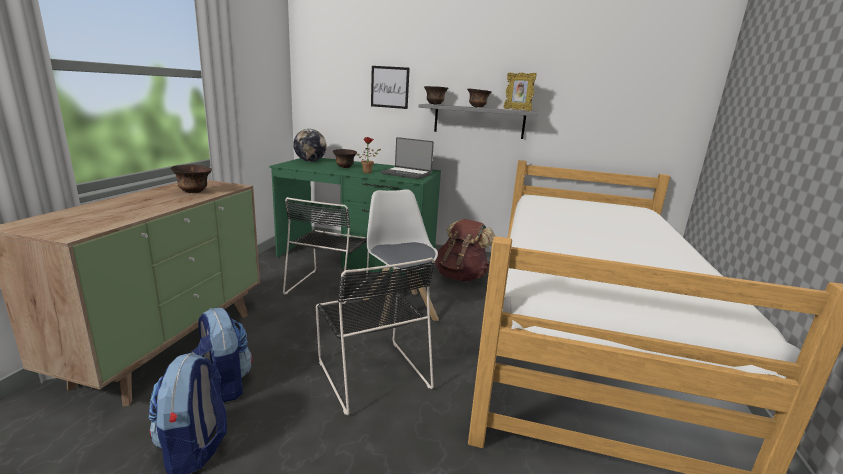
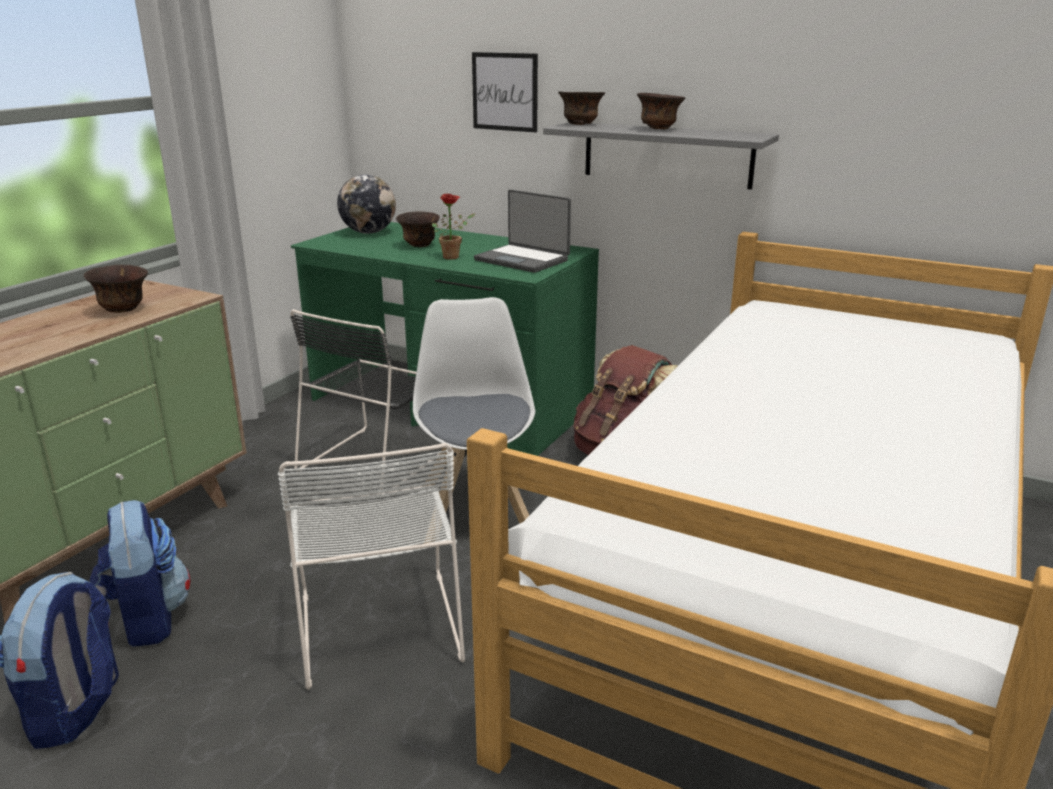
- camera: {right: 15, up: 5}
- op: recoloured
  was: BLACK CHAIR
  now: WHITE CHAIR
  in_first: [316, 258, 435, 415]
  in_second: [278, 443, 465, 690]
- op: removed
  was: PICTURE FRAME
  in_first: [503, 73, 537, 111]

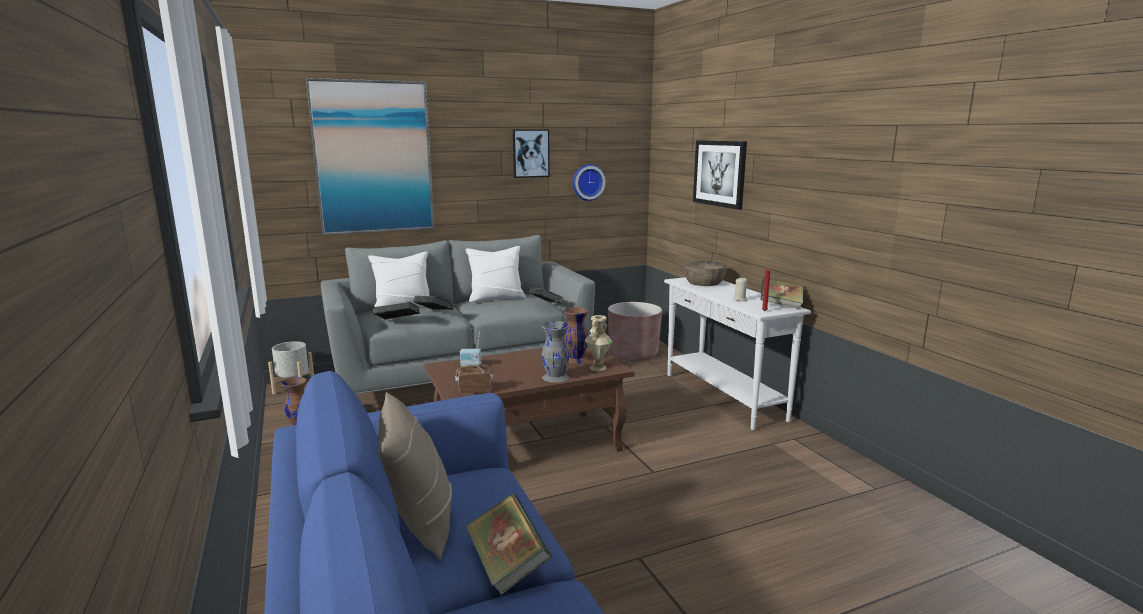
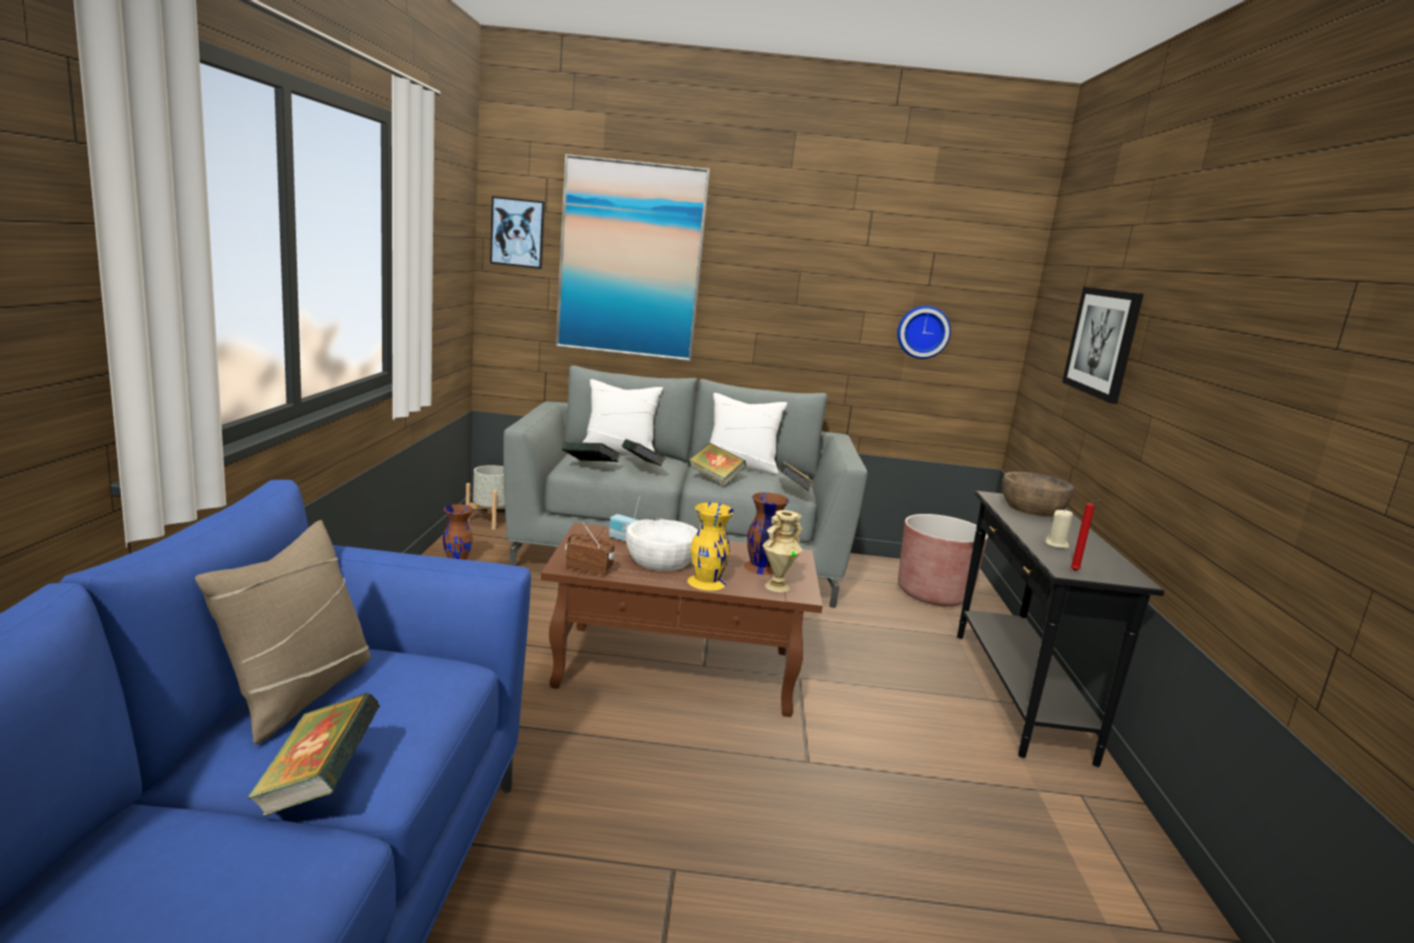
- camera: {right: 25, up: 0}
- op: moved
  was: PICTURE
  in_first: [513, 129, 550, 178]
  in_second: [490, 196, 545, 269]
- op: recoloured
  was: GREY VASE
  now: YELLOW VASE
  in_first: [542, 321, 569, 383]
  in_second: [687, 503, 734, 590]
- op: recoloured
  was: WHITE CONSOLE TABLE
  now: BLACK CONSOLE TABLE
  in_first: [664, 277, 811, 431]
  in_second: [957, 491, 1164, 768]
- op: moved
  was: BOOK
  in_first: [761, 277, 803, 309]
  in_second: [689, 443, 746, 486]
- op: added
  now: WHITE BOWL
  in_second: [626, 519, 698, 571]

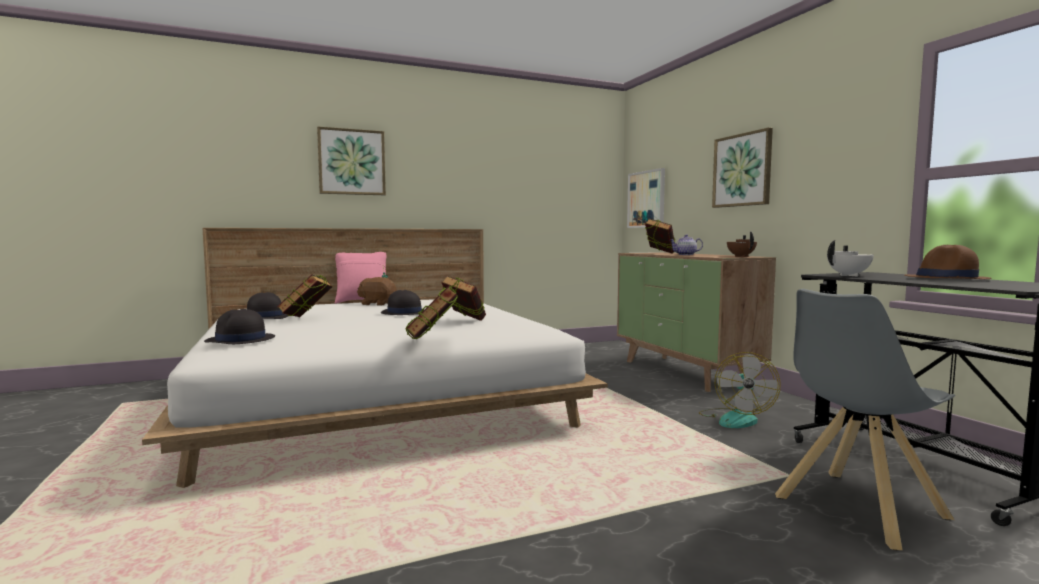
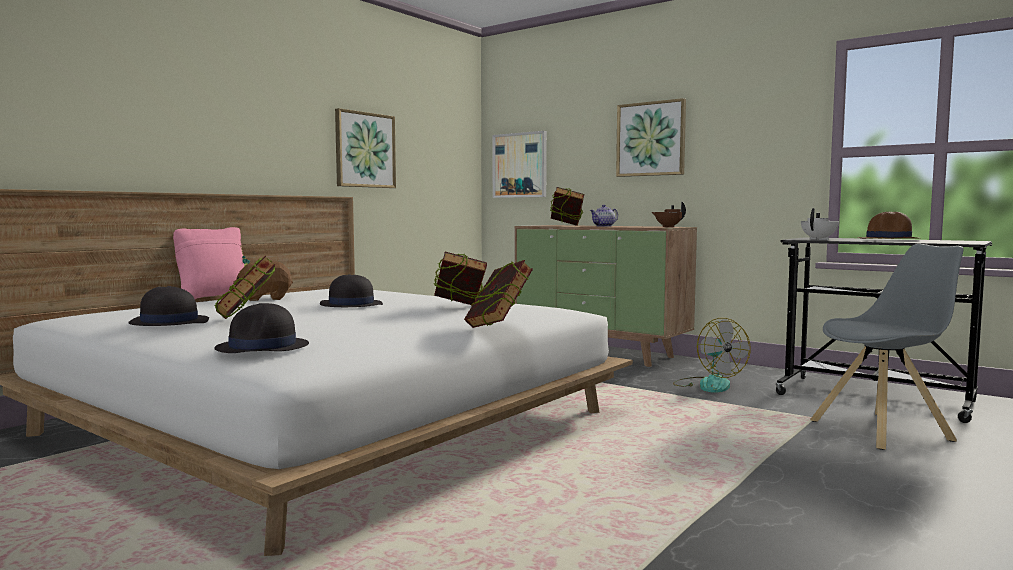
- camera: {right: -30, up: 0}
- op: moved
  was: PICTURE
  in_first: [317, 126, 386, 195]
  in_second: [335, 108, 396, 188]
- op: turned
  was: GREY CHAIR
  in_first: [775, 289, 955, 550]
  in_second: [810, 244, 964, 450]
  clockwise: -135

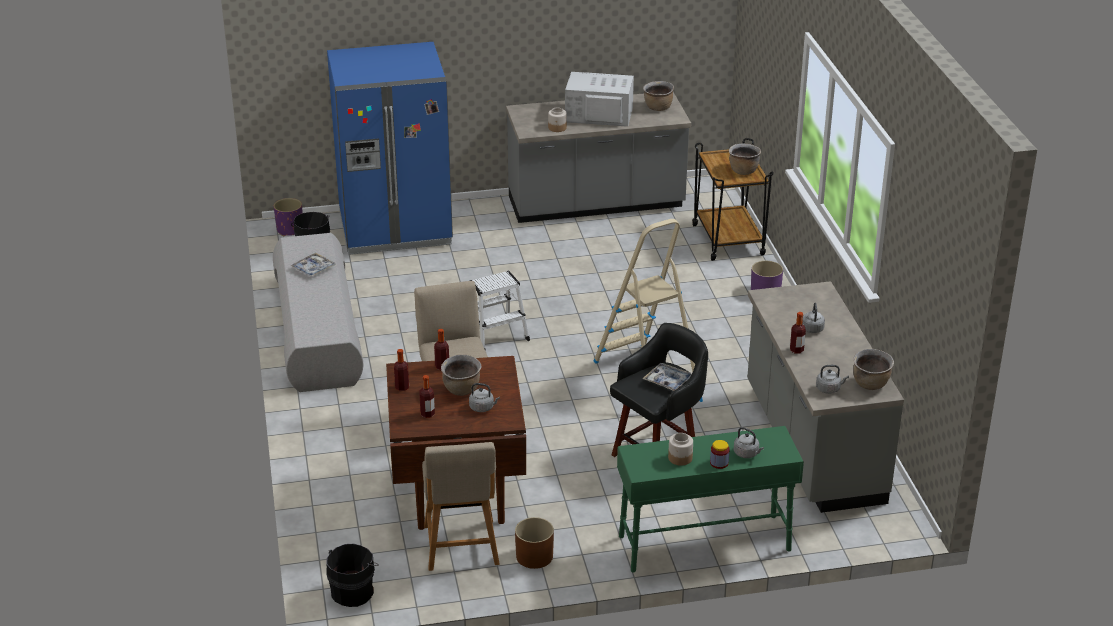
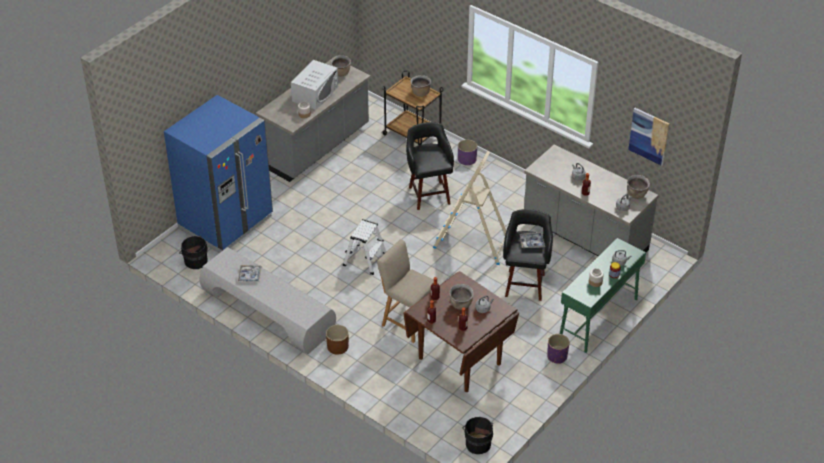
- camera: {right: -40, up: 10}
- op: moved
  was: PURPLE PLANTER
  in_first: [274, 198, 303, 236]
  in_second: [547, 334, 570, 364]
- op: removed
  was: BEIGE CHAIR
  in_first: [422, 442, 499, 571]
- op: moved
  was: BROWN PLANTER
  in_first: [515, 517, 554, 569]
  in_second: [326, 325, 349, 355]
- op: turned
  was: WHITE MICROWAVE
  in_first: [565, 72, 634, 127]
  in_second: [291, 60, 338, 110]
  clockwise: 150
- op: added
  now: BLACK STOOL
  in_second: [406, 122, 454, 210]
- op: added
  now: PICTURE
  in_second: [628, 108, 669, 166]

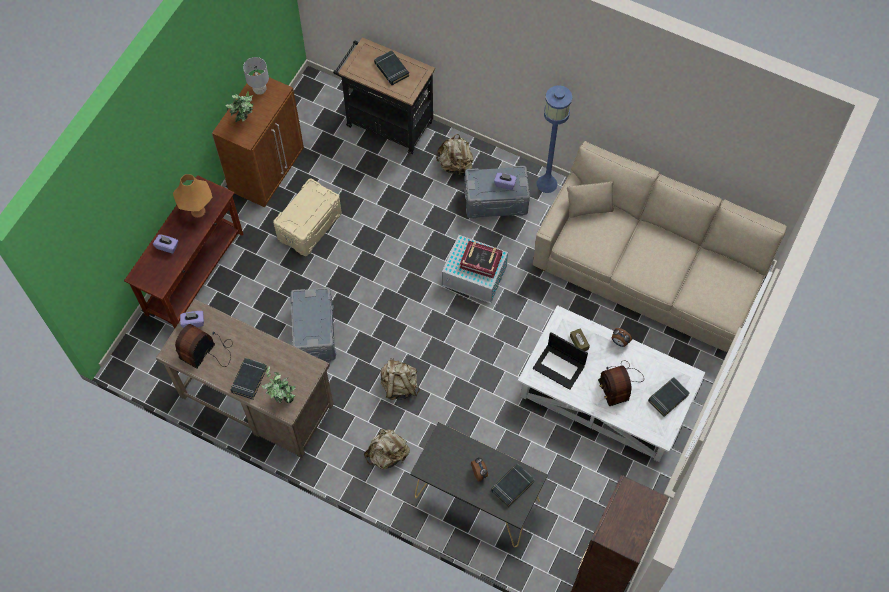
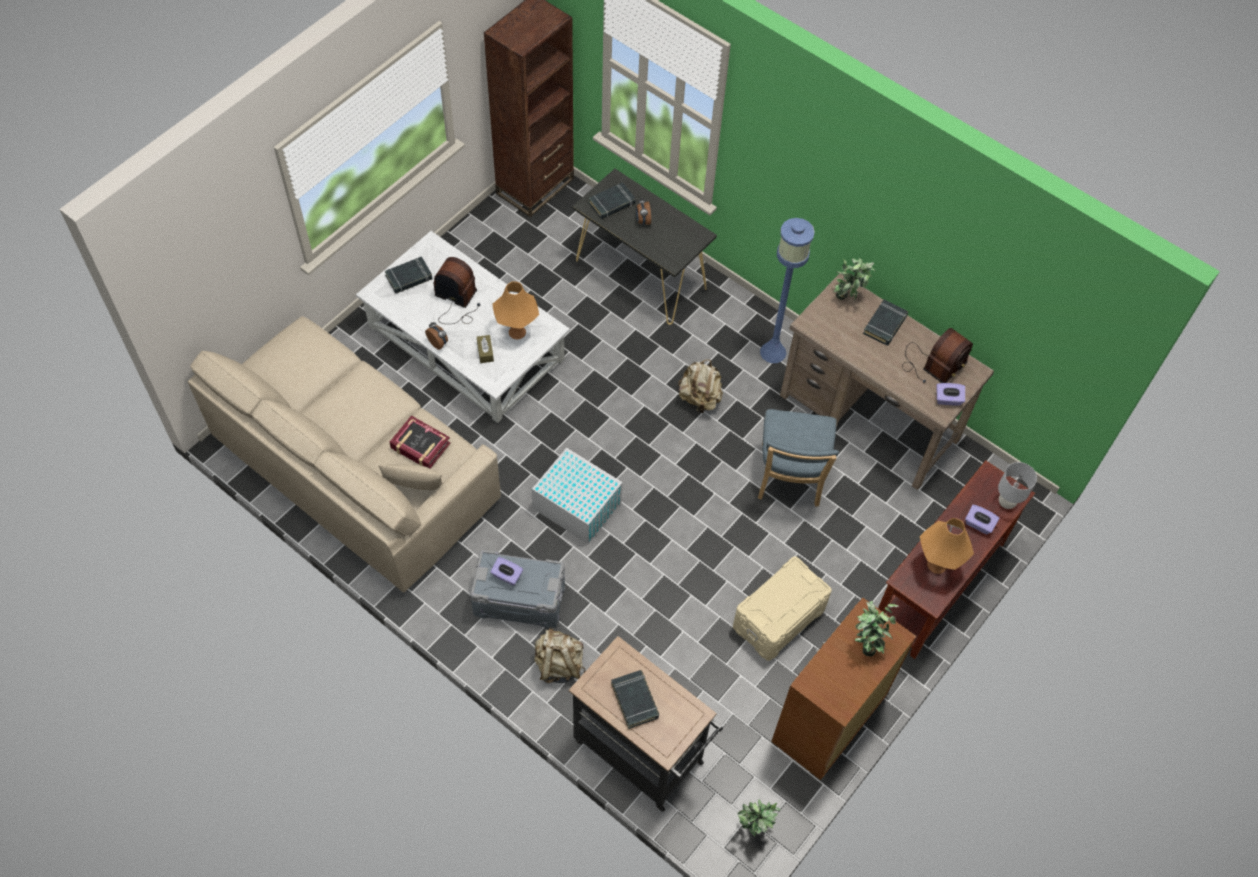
- camera: {right: -170, up: -5}
- op: moved
  was: GREY TABLE LAMP
  in_first: [243, 57, 269, 95]
  in_second: [998, 462, 1037, 509]
- op: replaced
  was: GREY STORAGE BOX
  now: BLUE CHAIR
  in_first: [290, 287, 336, 361]
  in_second: [758, 409, 839, 507]
- op: removed
  was: BEIGE BACKPACK
  in_first: [364, 429, 410, 469]
- op: moved
  was: BOOK
  in_first: [460, 241, 502, 278]
  in_second: [390, 415, 451, 469]
- op: replaced
  was: LAPTOP
  now: ORANGE TABLE LAMP
  in_first: [533, 332, 588, 390]
  in_second: [493, 281, 539, 339]
- op: moved
  was: BLUE FLOOR LAMP
  in_first: [537, 85, 572, 193]
  in_second: [760, 218, 815, 363]
- op: turned
  was: RADIO
  in_first: [598, 361, 644, 406]
  in_second: [433, 257, 480, 324]
  clockwise: -60
- op: added
  now: POTTED PLANT
  in_second: [737, 799, 781, 836]

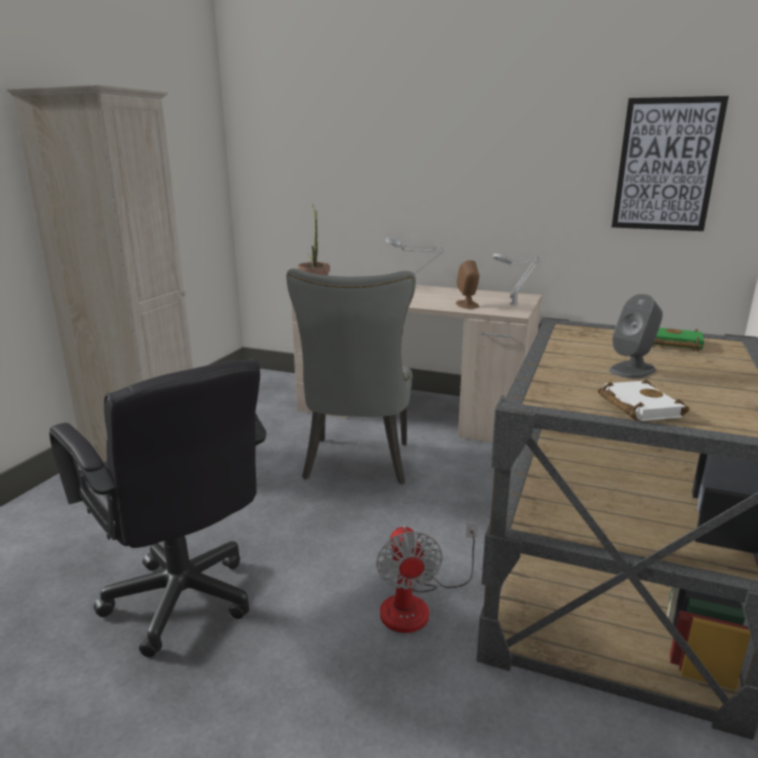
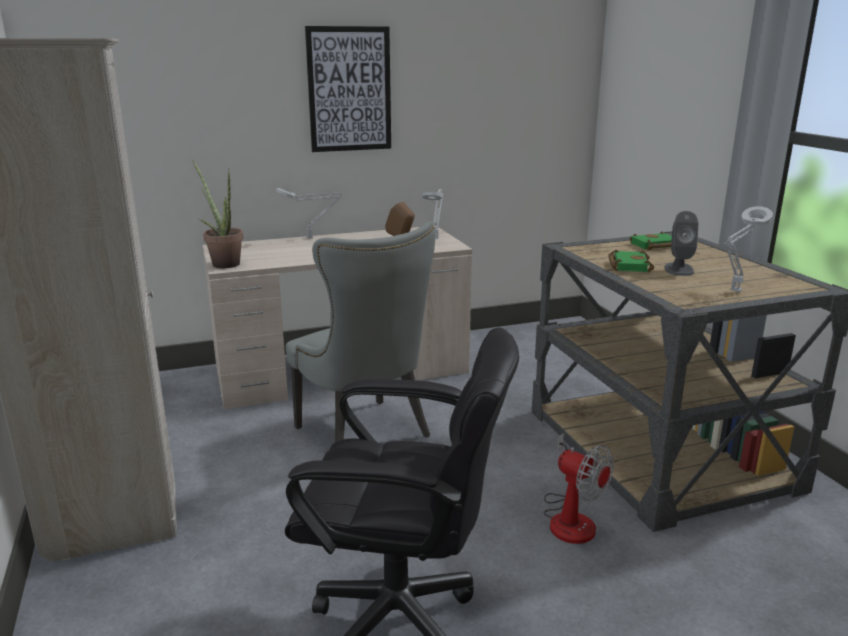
- camera: {right: -40, up: 0}
- op: replaced
  was: WHITE BOOK
  now: GREY TABLE LAMP
  in_first: [598, 380, 689, 421]
  in_second: [724, 206, 773, 292]
- op: moved
  was: PICTURE
  in_first: [612, 96, 729, 231]
  in_second: [305, 26, 391, 152]
- op: added
  now: GREEN BOOK
  in_second: [608, 250, 654, 272]

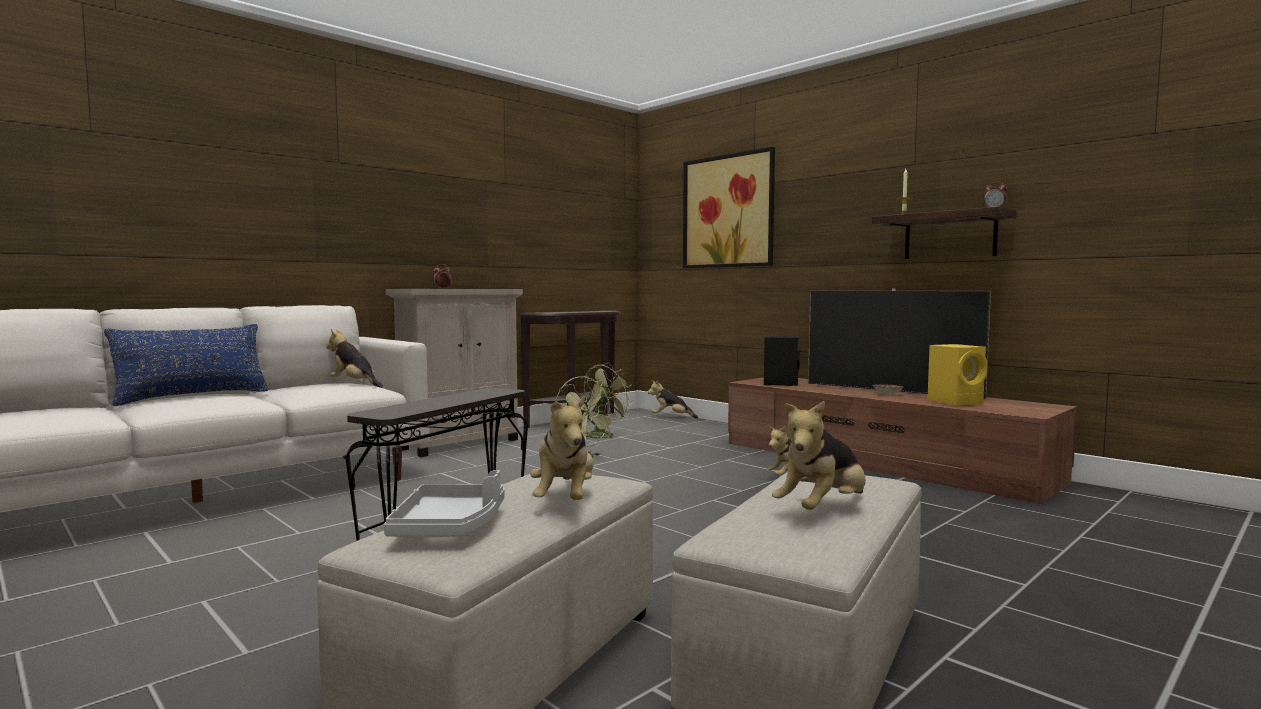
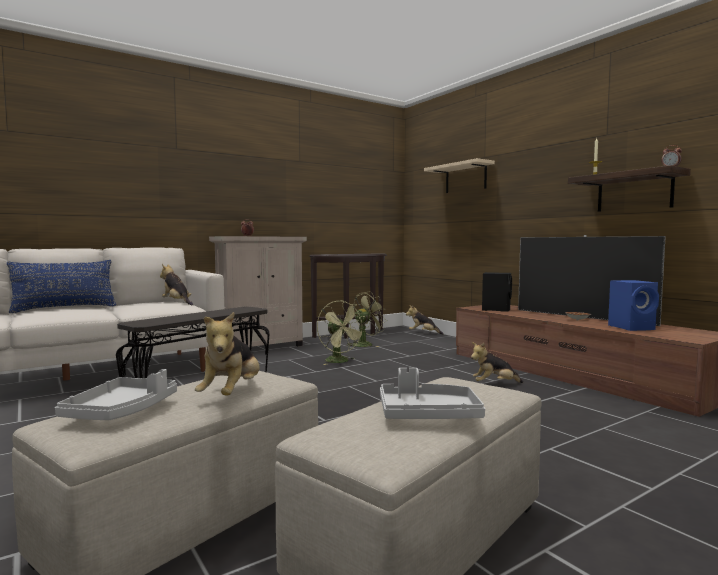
- camera: {right: 10, up: 0}
- op: replaced
  was: PICTURE
  now: BEIGE SHELF
  in_first: [683, 147, 775, 268]
  in_second: [424, 158, 495, 193]
- op: replaced
  was: PLUSH TOY
  now: GREY TRAY
  in_first: [772, 400, 866, 510]
  in_second: [380, 368, 485, 419]
- op: recoloured
  was: YELLOW SPEAKER
  now: BLUE SPEAKER
  in_first: [927, 344, 988, 406]
  in_second: [608, 280, 659, 331]

